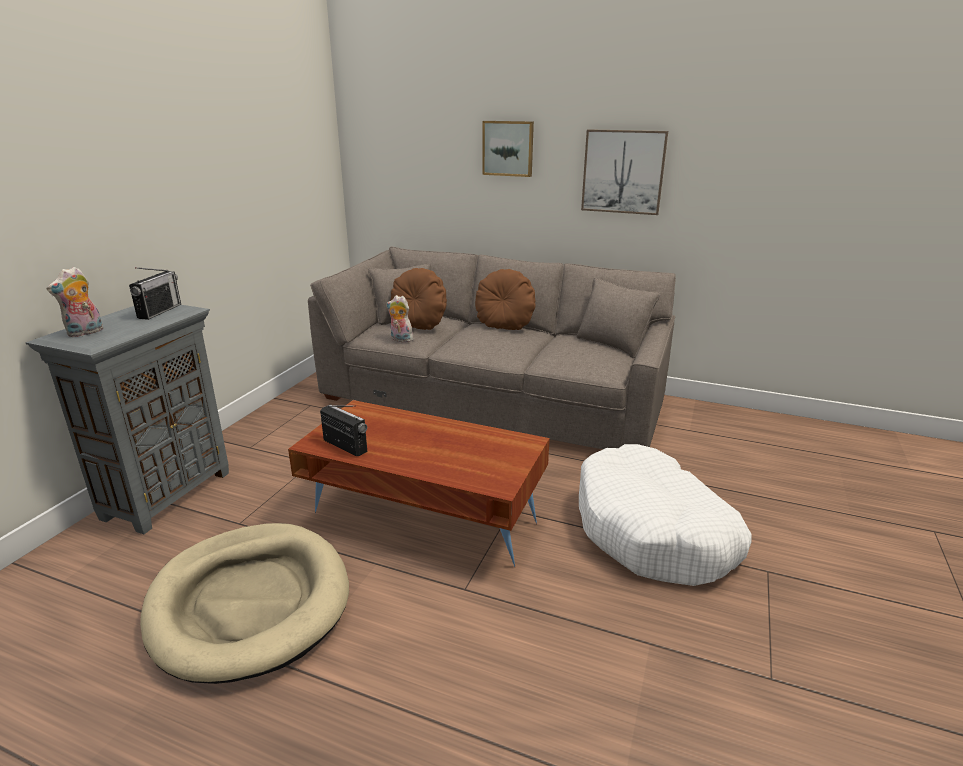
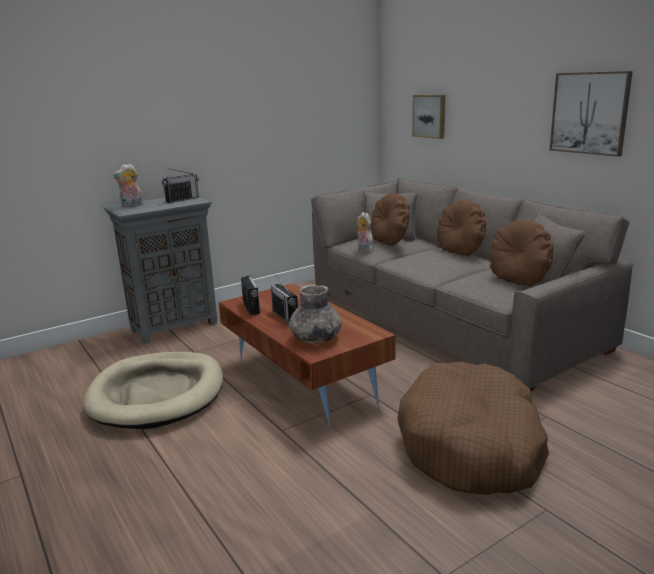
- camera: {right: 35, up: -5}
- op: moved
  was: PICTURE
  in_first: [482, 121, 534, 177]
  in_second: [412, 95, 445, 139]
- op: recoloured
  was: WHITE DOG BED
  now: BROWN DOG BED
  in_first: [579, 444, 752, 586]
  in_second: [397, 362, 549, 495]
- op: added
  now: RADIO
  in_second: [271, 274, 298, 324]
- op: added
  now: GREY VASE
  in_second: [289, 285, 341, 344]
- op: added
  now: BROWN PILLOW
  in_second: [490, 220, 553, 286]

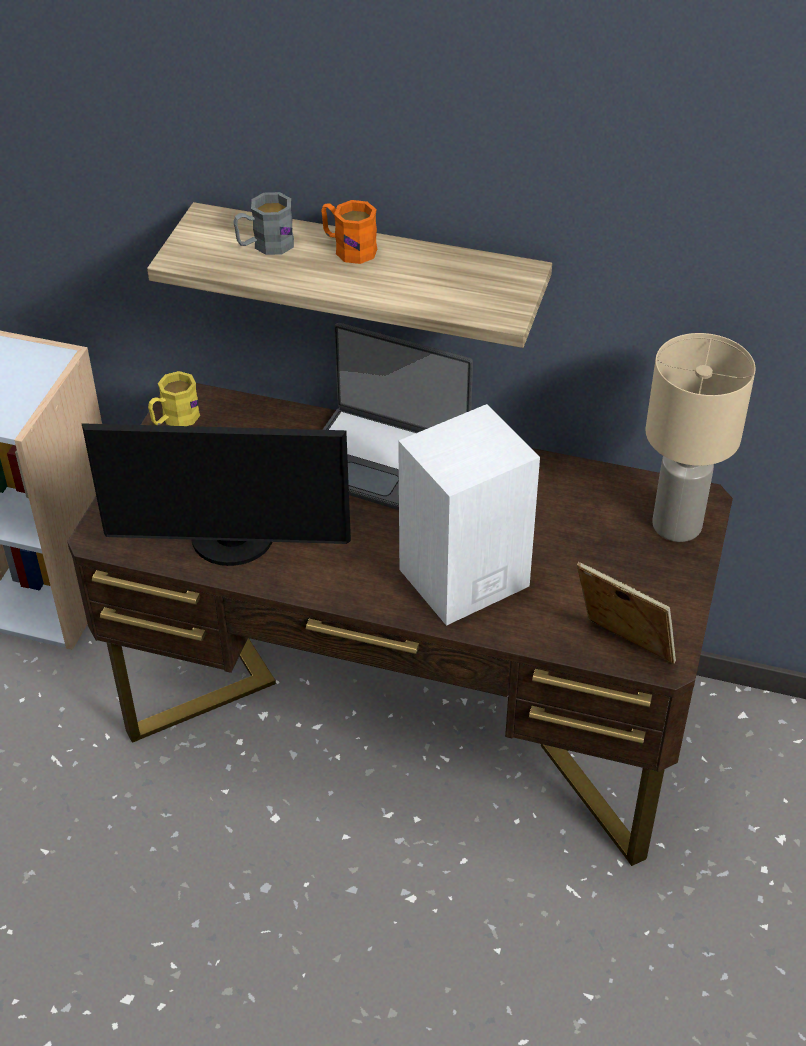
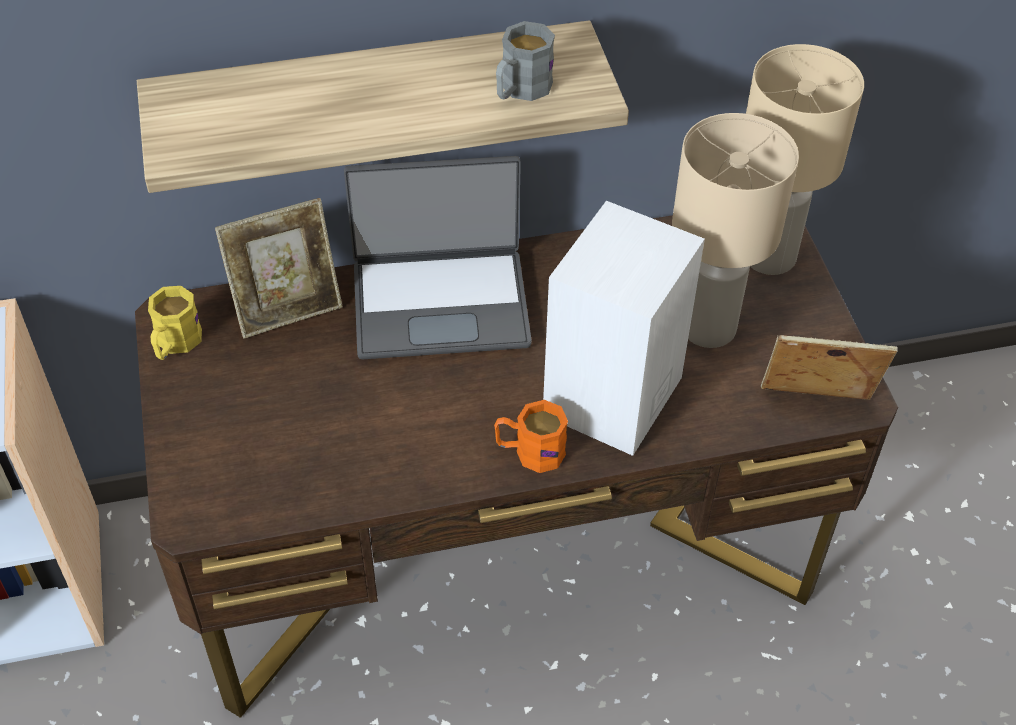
- camera: {right: -30, up: 5}
- op: removed
  was: MONITOR
  in_first: [81, 423, 351, 566]
- op: moved
  was: GREY MUG
  in_first: [233, 192, 294, 255]
  in_second: [496, 21, 555, 101]
- op: moved
  was: ORANGE MUG
  in_first: [321, 200, 377, 264]
  in_second: [494, 400, 568, 473]
- op: added
  now: PICTURE FRAME
  in_second: [215, 198, 343, 338]
- op: added
  now: BEIGE TABLE LAMP
  in_second: [672, 113, 799, 348]

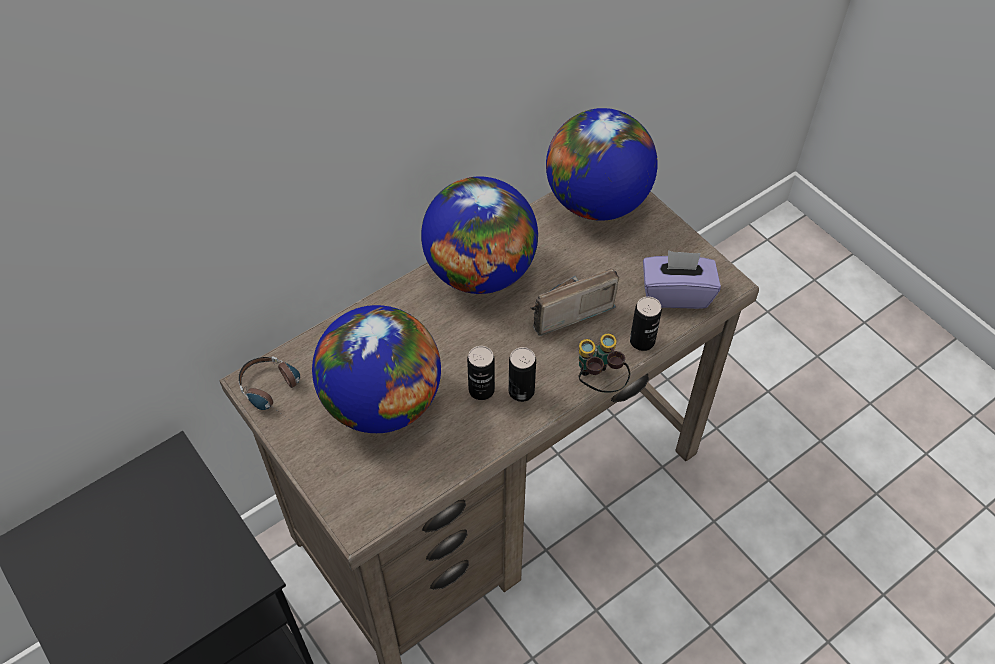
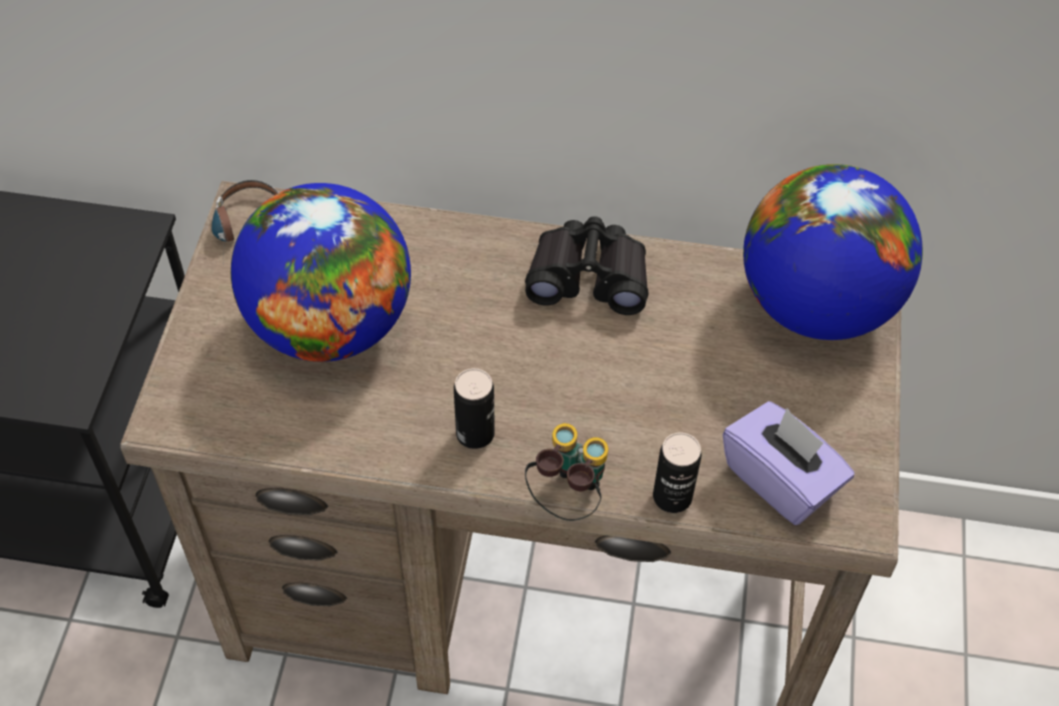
- camera: {right: 45, up: 0}
- op: replaced
  was: GLOBE
  now: BLACK BINOCULARS
  in_first: [421, 176, 538, 294]
  in_second: [525, 216, 649, 315]
- op: removed
  was: CAN
  in_first: [467, 346, 495, 400]
- op: removed
  was: RADIO
  in_first: [530, 269, 619, 336]

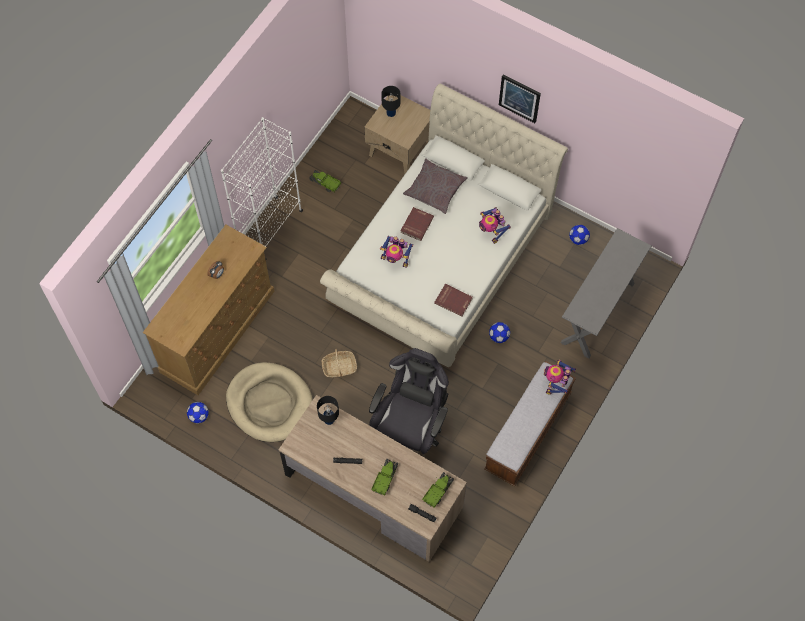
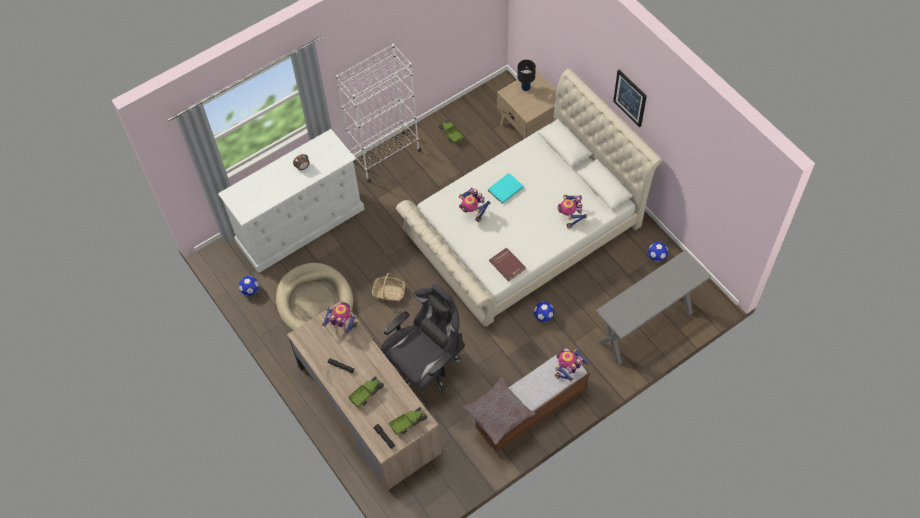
- camera: {right: 25, up: -5}
- op: recoloured
  was: BROWN DRESSER
  now: WHITE DRESSER
  in_first: [143, 225, 275, 395]
  in_second: [218, 129, 364, 273]
- op: replaced
  was: BLACK TABLE LAMP
  now: TOY ROBOT
  in_first: [317, 396, 339, 425]
  in_second: [322, 302, 358, 334]
- op: recoloured
  was: RED BOOK
  now: TURQUOISE BOOK
  in_first: [400, 207, 434, 241]
  in_second: [488, 173, 524, 204]
- op: moved
  was: GREY PILLOW
  in_first: [403, 158, 468, 214]
  in_second: [463, 378, 535, 445]

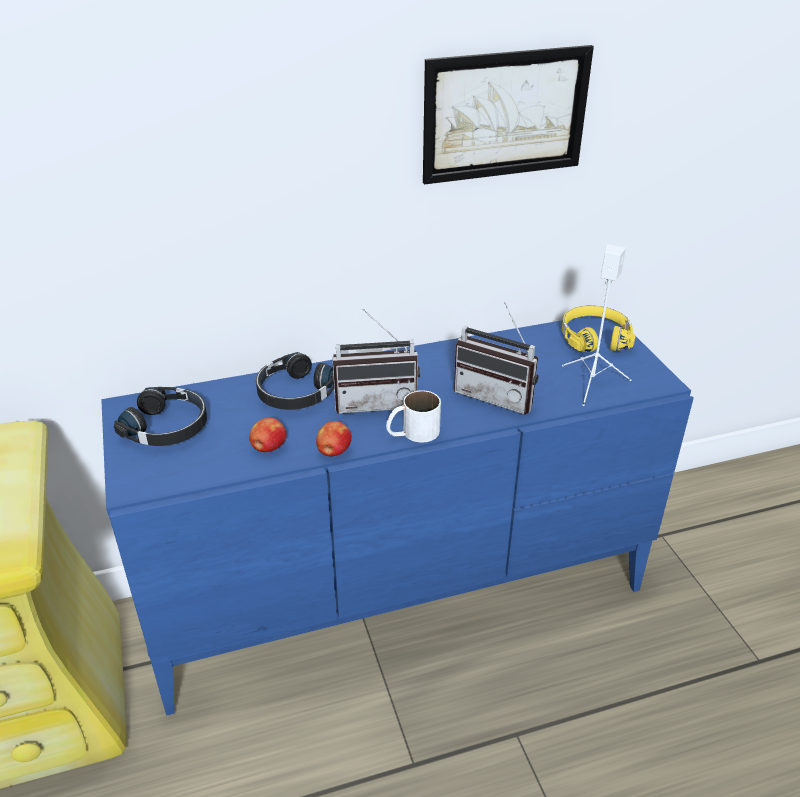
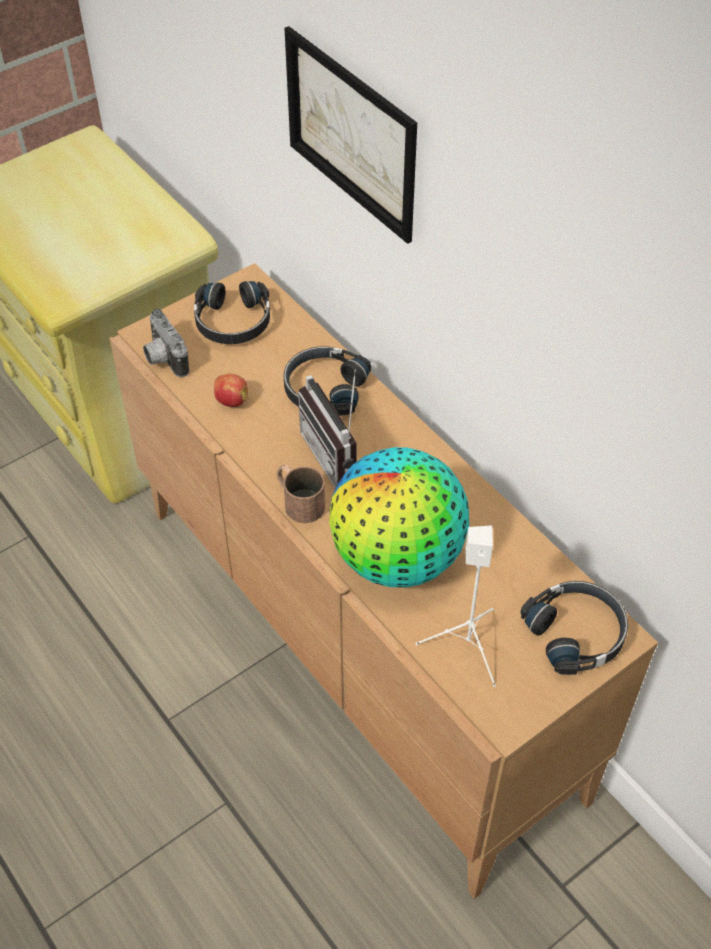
- camera: {right: 70, up: 15}
- op: recoloured
  was: BLUE DRESSER
  now: BROWN DRESSER
  in_first: [101, 316, 694, 716]
  in_second: [109, 263, 658, 899]
- op: removed
  was: APPLE
  in_first: [316, 421, 352, 457]
- op: recoloured
  was: WHITE MUG
  now: BROWN MUG
  in_first: [386, 390, 441, 443]
  in_second: [277, 465, 325, 523]
- op: moved
  was: PICTURE
  in_first: [423, 45, 594, 185]
  in_second: [284, 26, 417, 244]
- op: replaced
  was: RADIO
  now: GLOBE
  in_first: [454, 302, 538, 415]
  in_second: [329, 447, 469, 588]
- op: recoloured
  was: YELLOW HEADPHONES
  now: BLACK HEADPHONES
  in_first: [562, 305, 636, 352]
  in_second: [520, 581, 628, 675]
- op: added
  now: PHOTO CAMERA
  in_second: [143, 309, 189, 377]

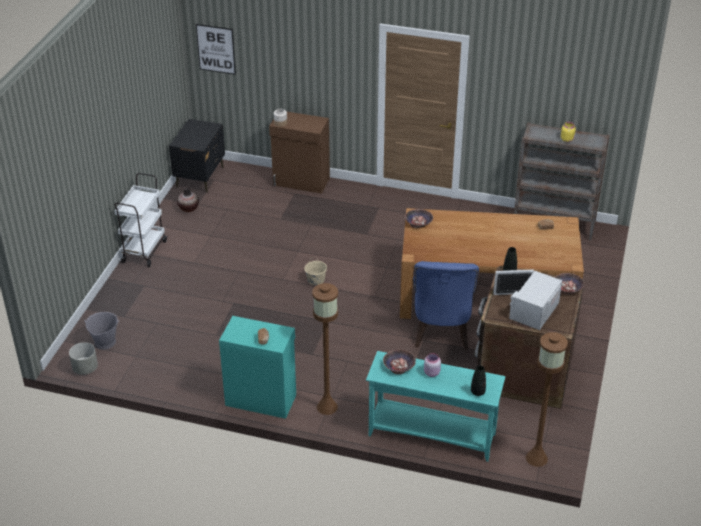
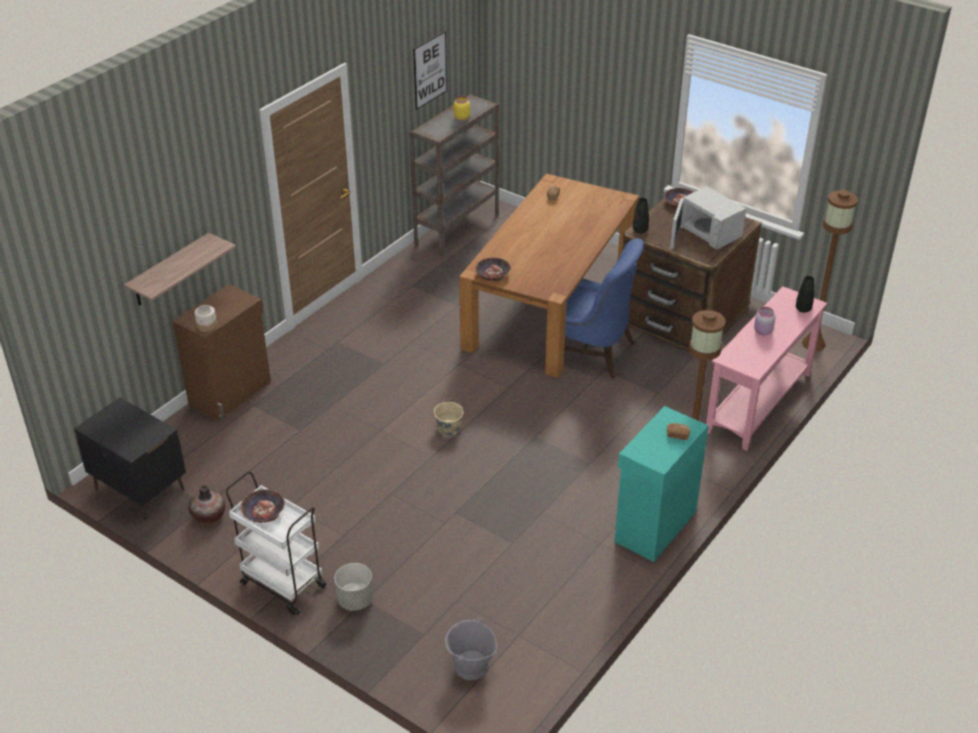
- camera: {right: -70, up: 0}
- op: moved
  was: GREY PLANTER
  in_first: [69, 342, 98, 375]
  in_second: [334, 563, 373, 611]
- op: moved
  was: PICTURE
  in_first: [196, 24, 236, 75]
  in_second: [413, 31, 447, 110]
- op: recoloured
  was: TURQUOISE CONSOLE TABLE
  now: PINK CONSOLE TABLE
  in_first: [366, 351, 506, 462]
  in_second: [706, 286, 827, 451]
- op: moved
  was: BOWL
  in_first: [383, 350, 416, 374]
  in_second: [241, 489, 285, 523]
- op: added
  now: SHELF
  in_second: [124, 233, 236, 306]

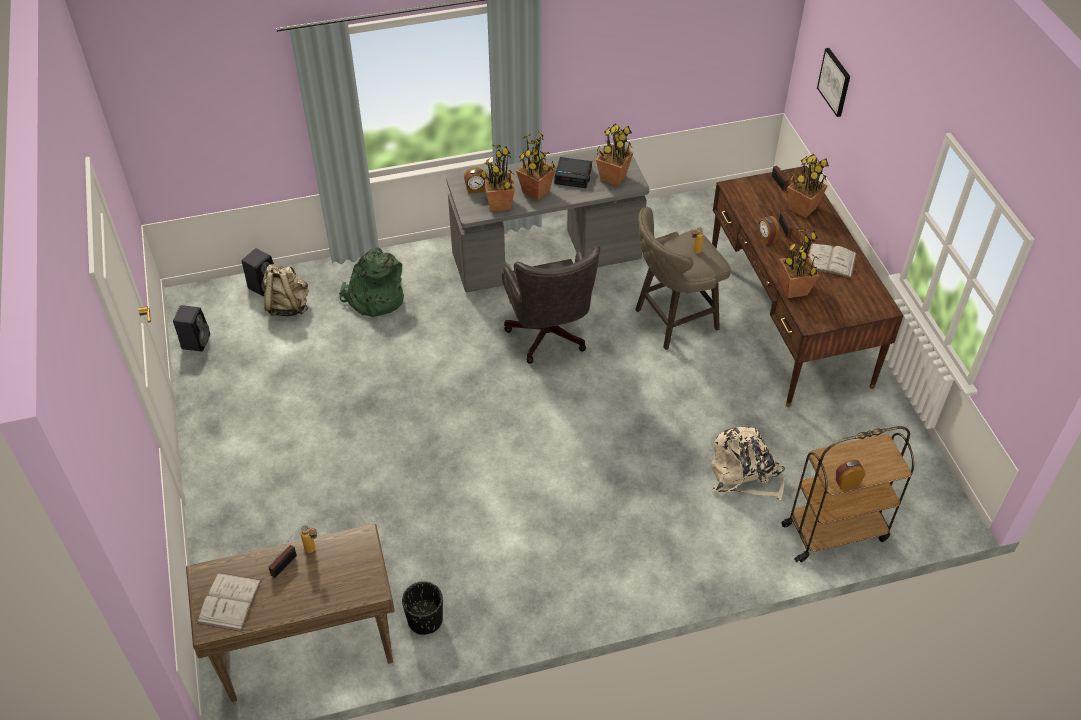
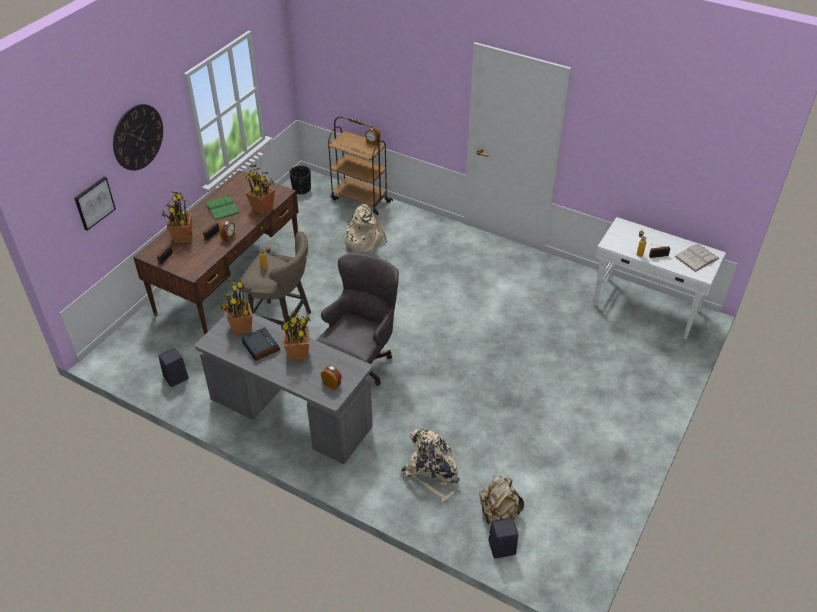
- camera: {right: -135, up: -5}
- op: moved
  was: BLACK SPEAKER
  in_first: [173, 305, 210, 351]
  in_second: [159, 348, 189, 387]
- op: recoloured
  was: BROWN CONSOLE TABLE
  now: WHITE CONSOLE TABLE
  in_first: [186, 524, 395, 702]
  in_second: [593, 217, 726, 339]
- op: recoloured
  was: GREEN BACKPACK
  now: BEIGE BACKPACK
  in_first: [339, 247, 404, 317]
  in_second: [401, 429, 460, 502]
- op: moved
  was: BLACK PLANTER
  in_first: [402, 581, 443, 635]
  in_second: [289, 165, 311, 195]
- op: removed
  was: POTTED PLANT
  in_first: [480, 145, 515, 212]
- op: recoloured
  was: WHITE BOOK
  now: GREEN BOOK
  in_first: [808, 243, 857, 278]
  in_second: [205, 195, 240, 221]
- op: added
  now: WALL CLOCK
  in_second: [113, 104, 163, 171]

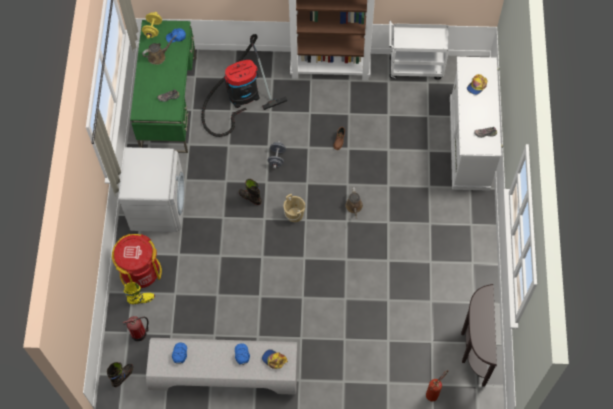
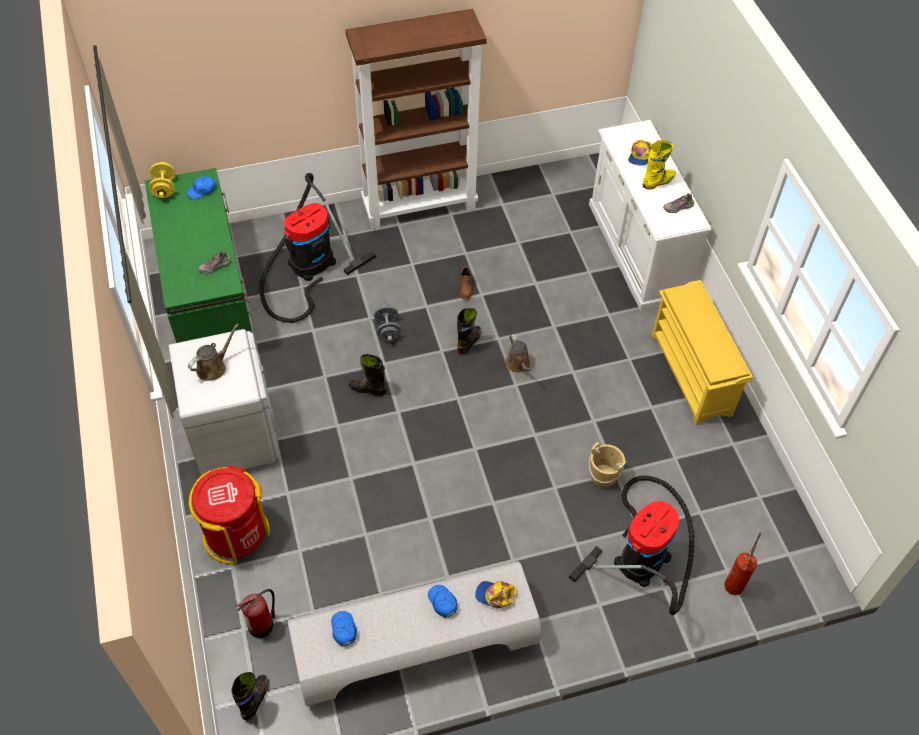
- camera: {right: -20, up: -10}
- op: moved
  was: YELLOW BOOT
  in_first: [124, 282, 155, 304]
  in_second: [643, 140, 676, 189]
- op: moved
  was: BROWN WATERING CAN
  in_first: [142, 35, 177, 65]
  in_second: [188, 324, 238, 381]
- op: moved
  was: BEIGE BUCKET
  in_first: [283, 194, 305, 222]
  in_second: [589, 442, 626, 487]
- op: removed
  was: WHITE CART
  in_first: [389, 21, 449, 80]
- op: removed
  was: BROWN CONSOLE TABLE
  in_first: [461, 284, 497, 387]
- op: added
  now: BLACK BOOT
  in_second: [457, 308, 481, 354]
- op: added
  now: VACUUM CLEANER
  in_second: [569, 475, 694, 615]
- op: added
  now: YELLOW SHOE RACK
  in_second: [651, 280, 753, 425]

